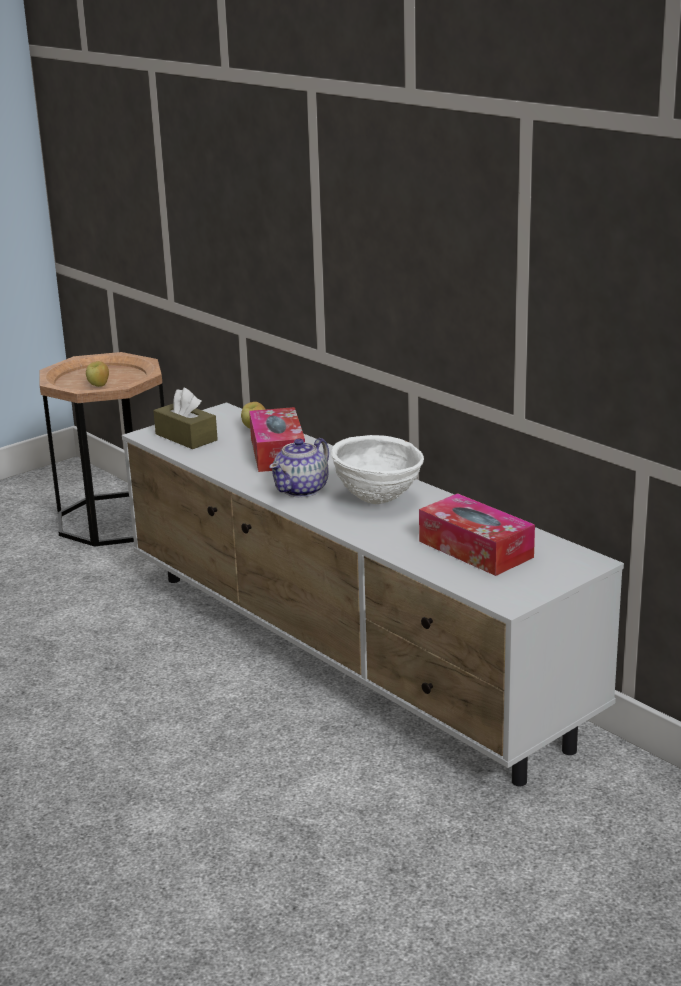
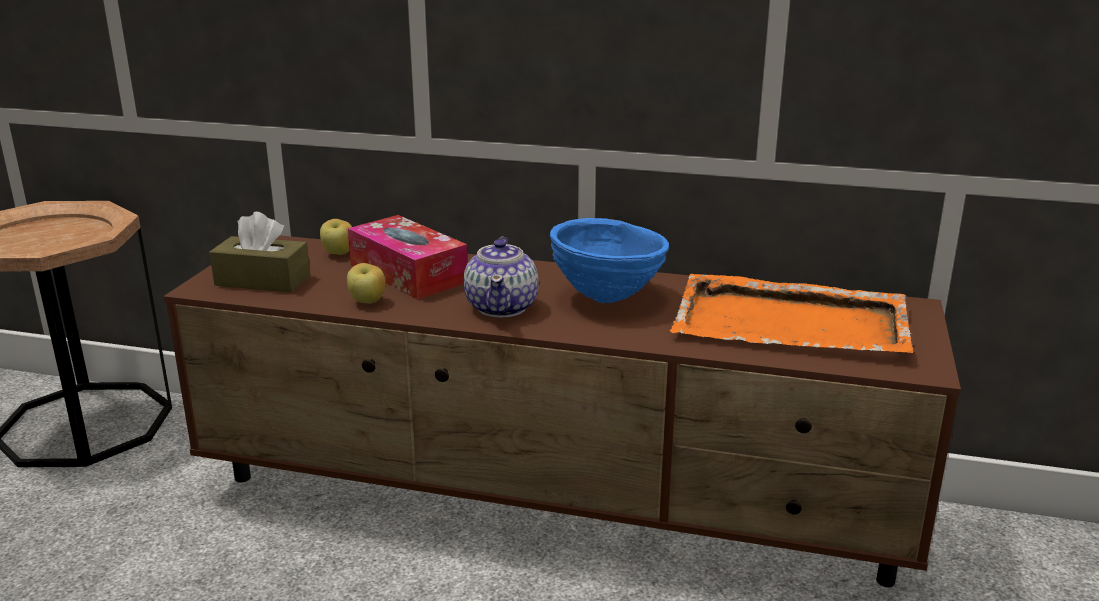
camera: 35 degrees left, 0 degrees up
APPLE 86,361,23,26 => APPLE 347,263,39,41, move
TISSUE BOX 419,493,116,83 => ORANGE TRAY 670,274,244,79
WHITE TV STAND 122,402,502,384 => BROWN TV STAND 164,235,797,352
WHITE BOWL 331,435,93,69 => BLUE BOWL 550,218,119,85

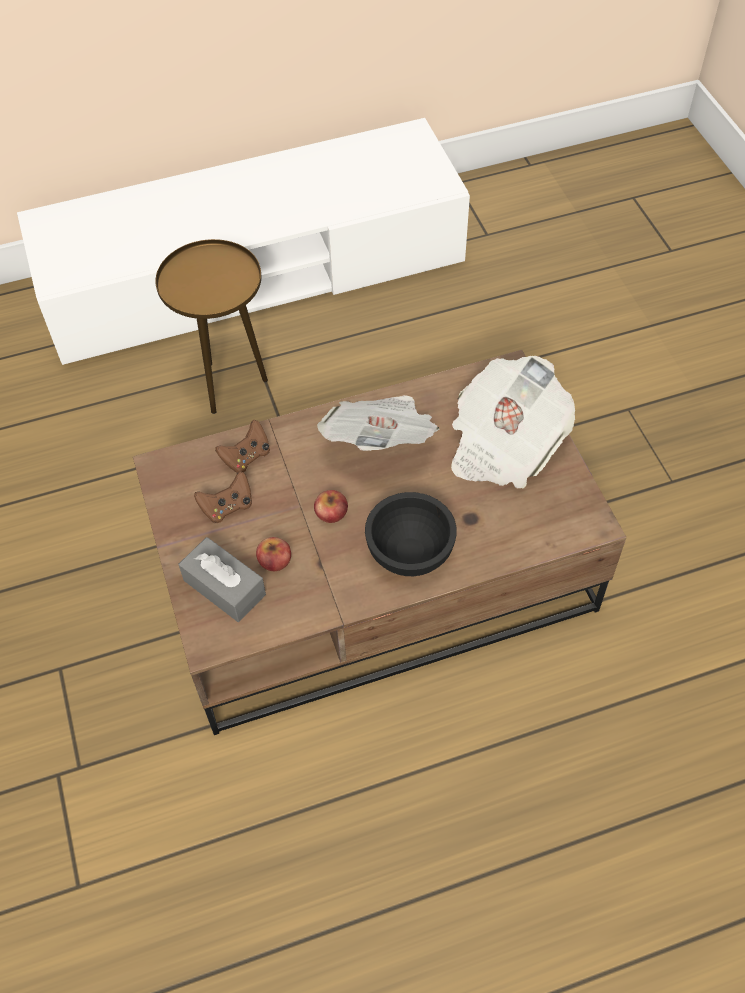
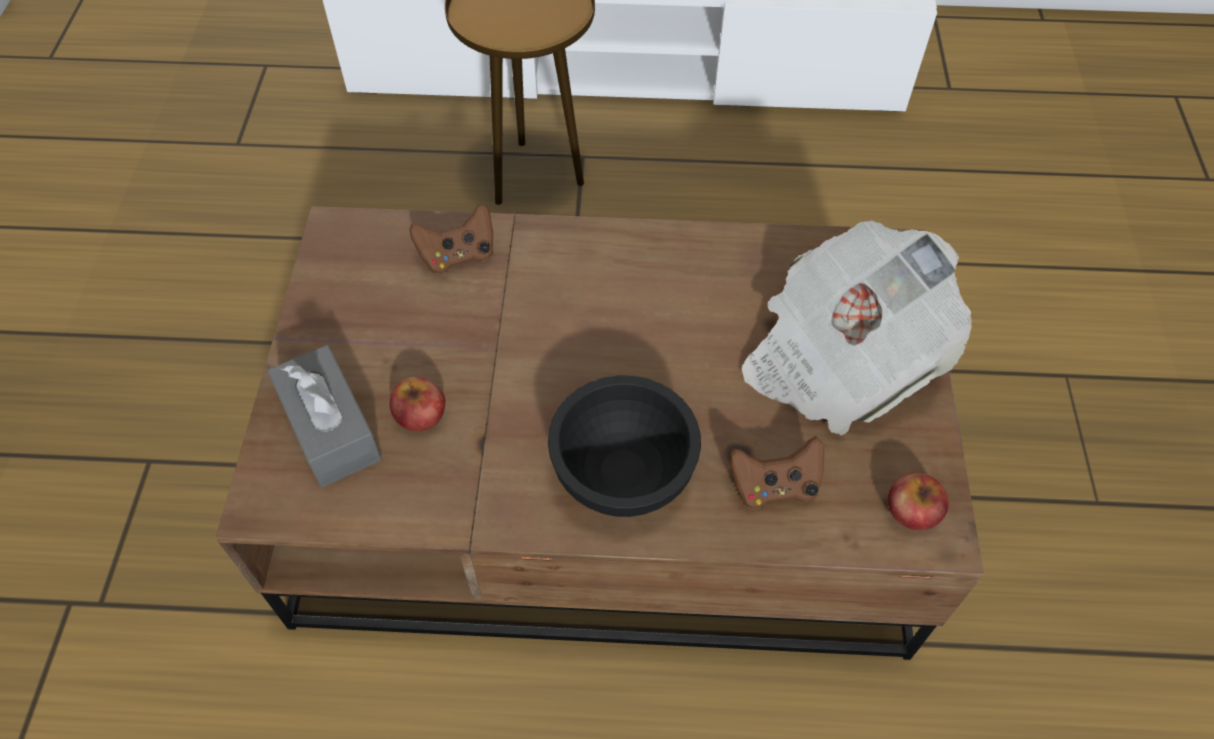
camera: 20 degrees right, 0 degrees up
NEWSPAPER 317,395,122,56 => nothing
BROWN GAME CONTROLLER 194,471,58,52 => BROWN GAME CONTROLLER 729,436,95,74, move
APPLE 314,490,34,33 => APPLE 888,473,61,57, move

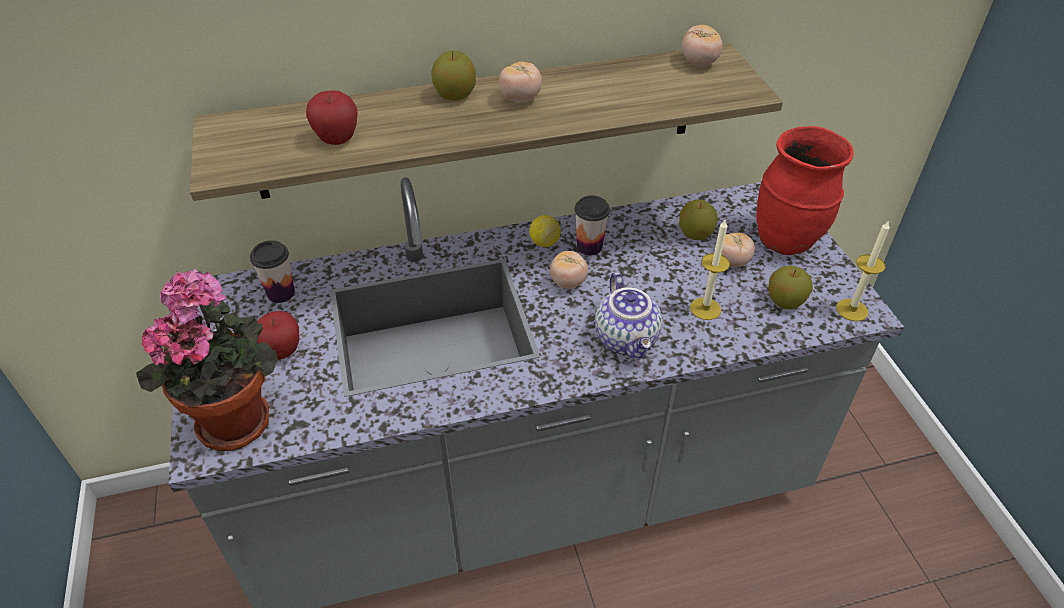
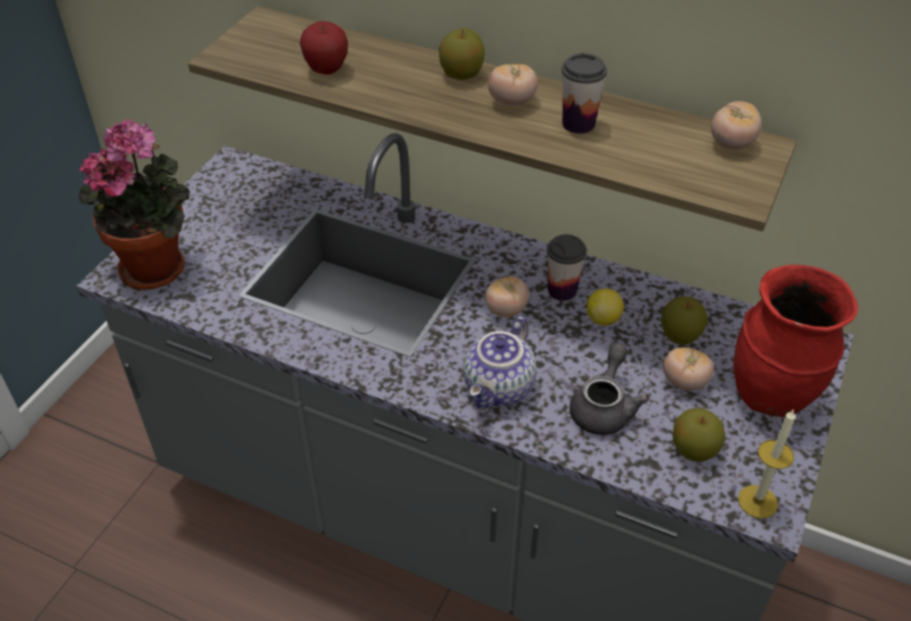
camera: 40 degrees right, 0 degrees up
APPLE 257,311,42,48 => nothing
CUP 250,240,45,63 => CUP 561,53,46,81, move
LEMON 529,215,32,32 => LEMON 587,289,37,37, move
CANDLE 690,220,40,100 => GREY TEAPOT 570,343,79,92

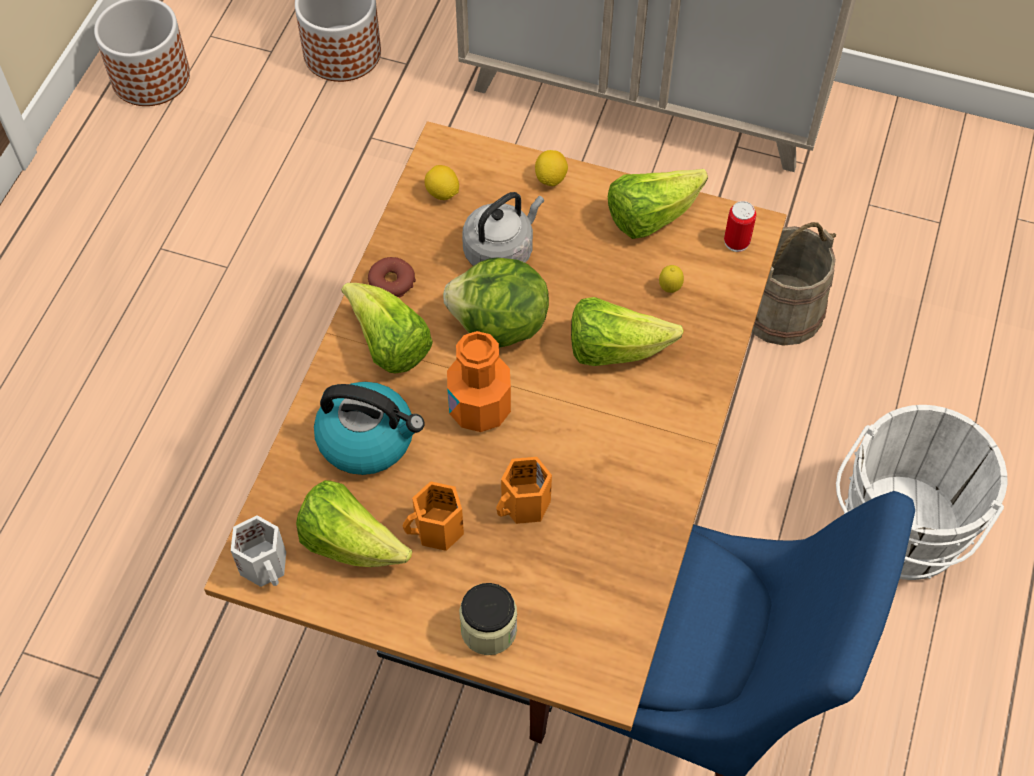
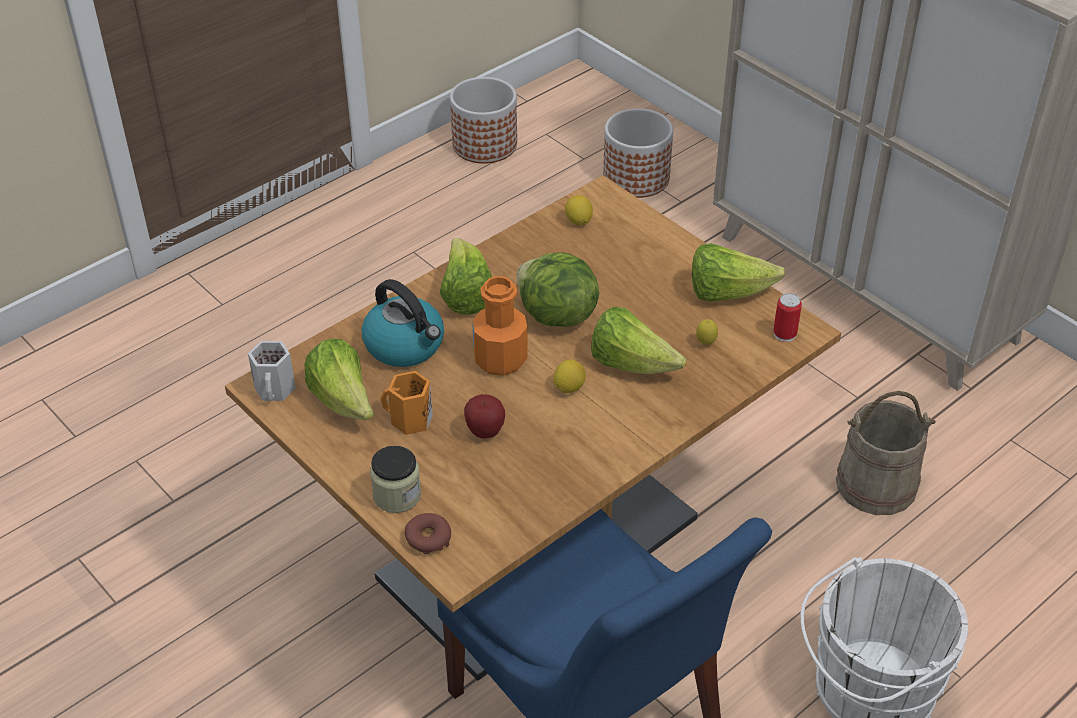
camera: 30 degrees right, 15 degrees down
GREY KETTLE 462,192,82,74 => nothing
DONUT 368,257,48,40 => DONUT 404,513,47,41, move
LEMON 535,150,33,36 => LEMON 553,360,33,33, move
ORANGE MUG 496,457,56,67 => APPLE 464,394,41,44

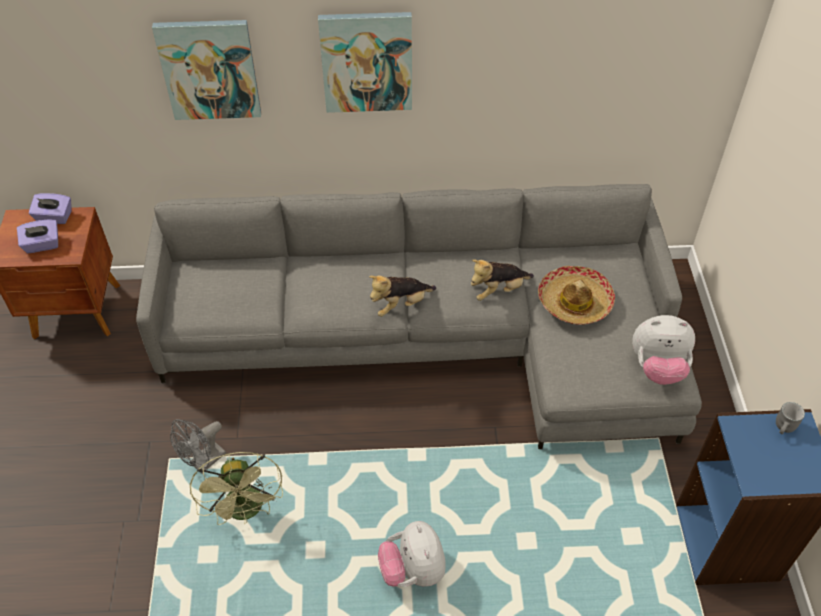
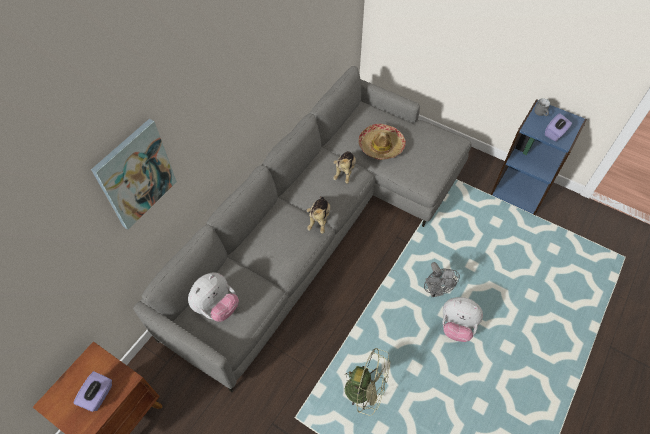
camera: 55 degrees left, 5 degrees up
PICTURE 318,12,94,101 => nothing
PURPLE TISSUE BOX 29,193,43,31 => PURPLE TISSUE BOX 545,113,27,28, move
GREY FAN 170,419,56,55 => GREY FAN 424,262,36,35, move
PLUSH TOY 632,315,63,70 => PLUSH TOY 188,272,51,50, move

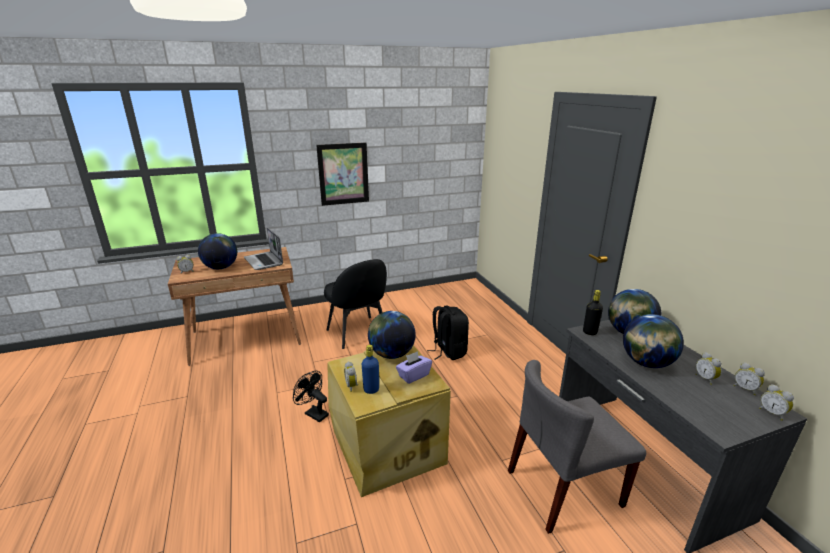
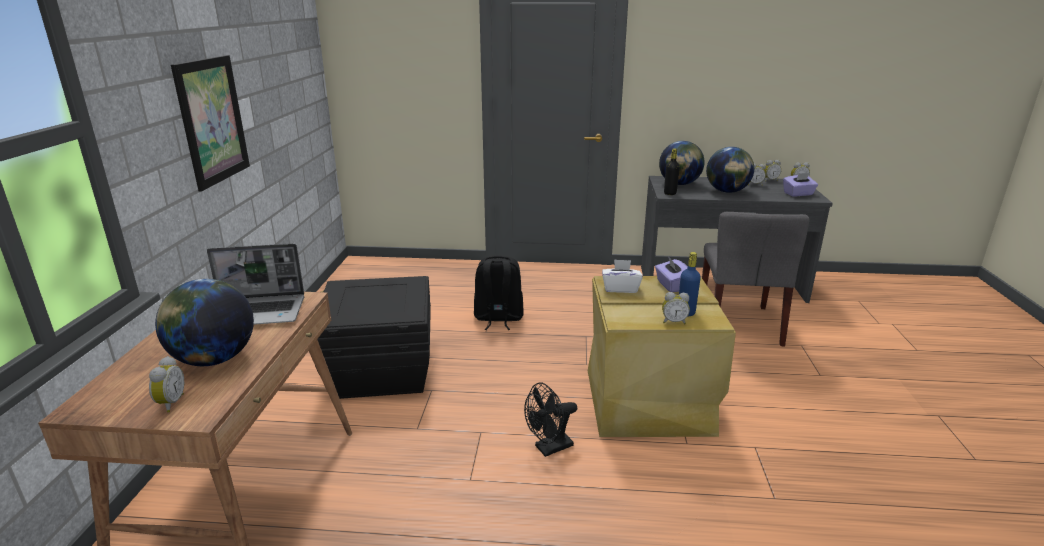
camera: 65 degrees left, 0 degrees up
nothing => PURPLE TISSUE BOX 783,173,35,24
BLACK CHAIR 324,259,63,90 => BLACK STORAGE BOX 315,276,116,123
GLOBE 368,311,48,48 => WHITE TISSUE BOX 602,259,41,34

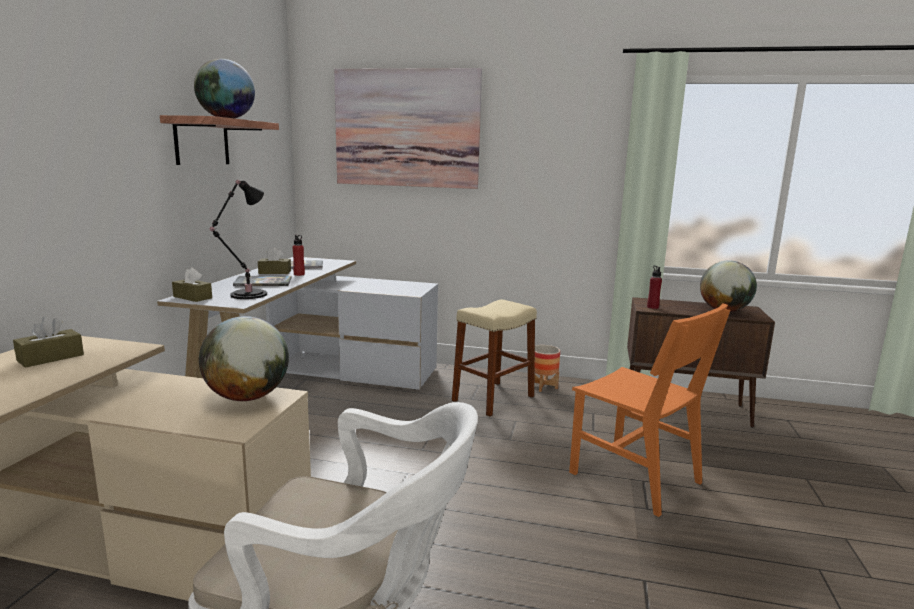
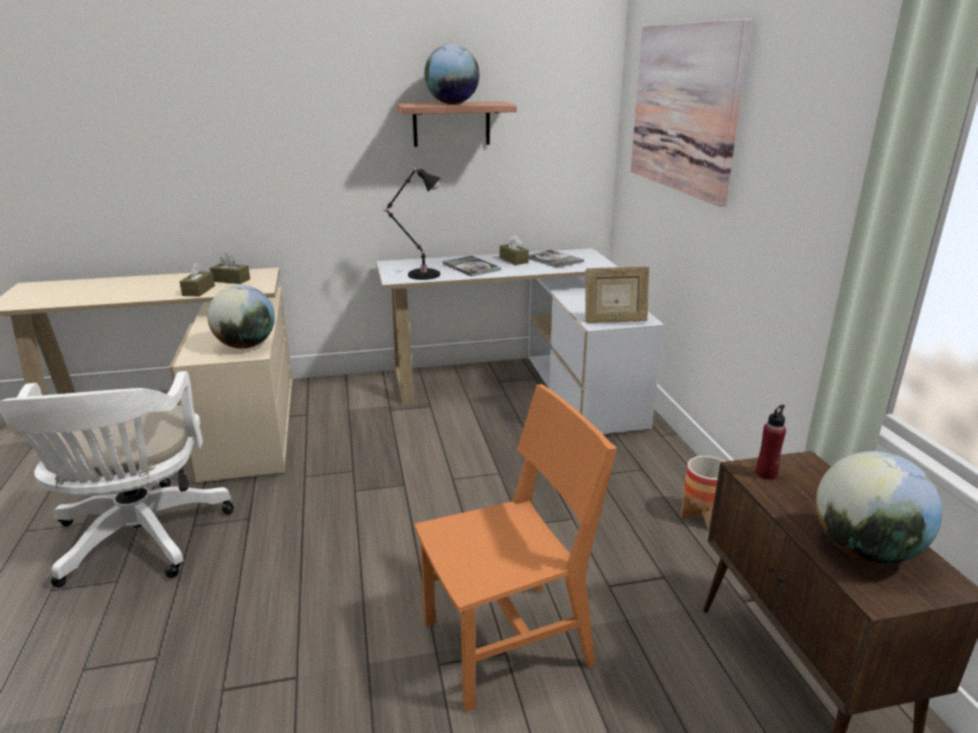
camera: 65 degrees right, 10 degrees up
RED BOTTLE 293,235,12,41 => nothing
BEIGE STOOL 452,300,85,117 => nothing
nothing => PICTURE FRAME 585,266,64,57
BROWN TISSUE BOX 172,267,40,35 => BROWN TISSUE BOX 180,262,35,35, move
ORANGE CHAIR 569,303,161,214 => ORANGE CHAIR 414,384,203,328, 135 degrees counterclockwise

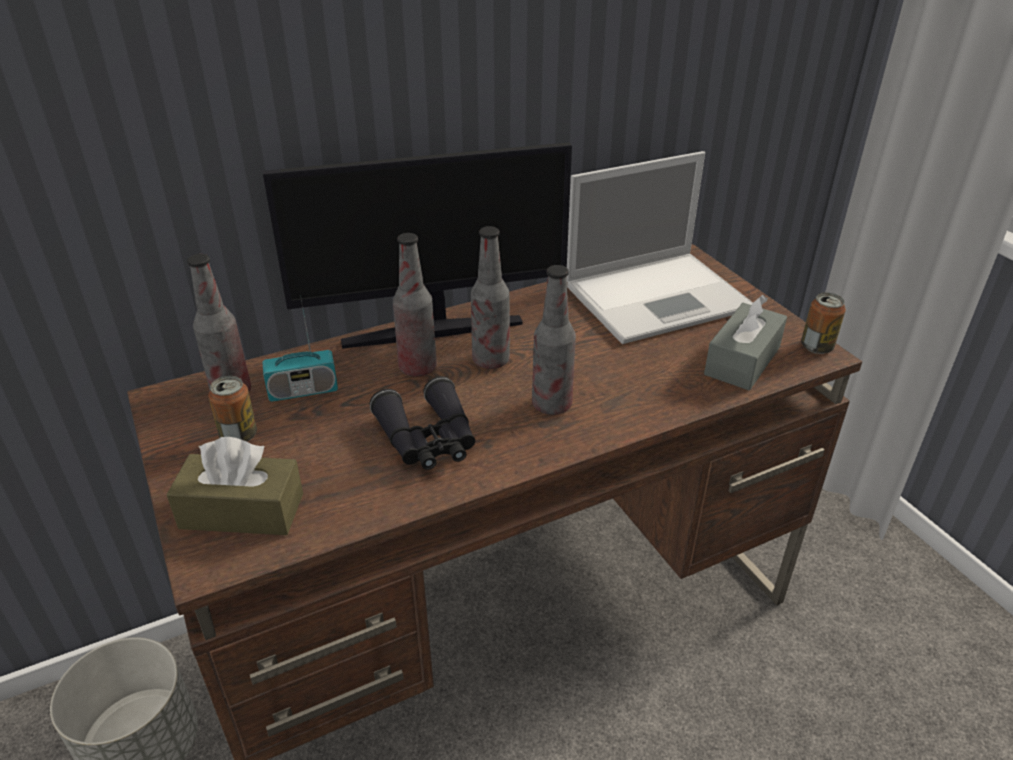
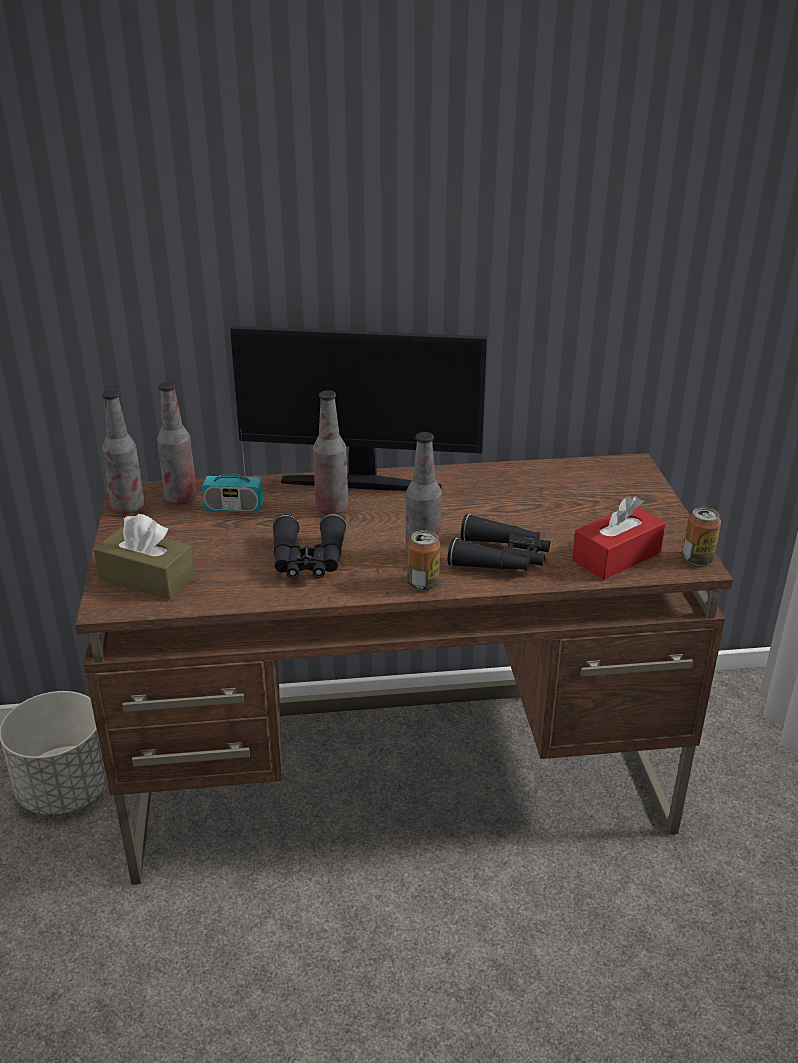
camera: 20 degrees right, 5 degrees down
LAPTOP 567,151,186,193 => nothing
nothing => BLACK BINOCULARS 448,514,102,57
CAN 208,376,49,66 => CAN 407,530,34,61, move
BOTTLE 471,226,39,143 => BOTTLE 102,390,43,124, move
GREY TISSUE BOX 704,295,83,95 => RED TISSUE BOX 572,496,93,84

